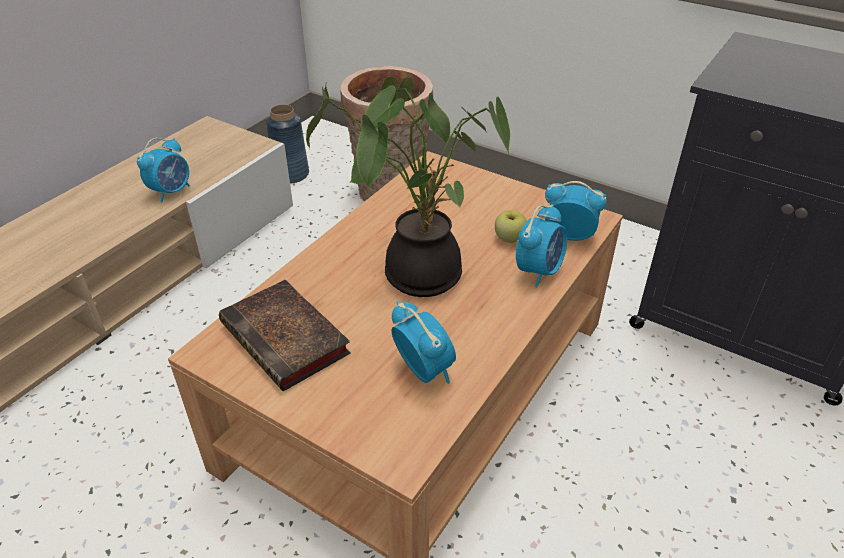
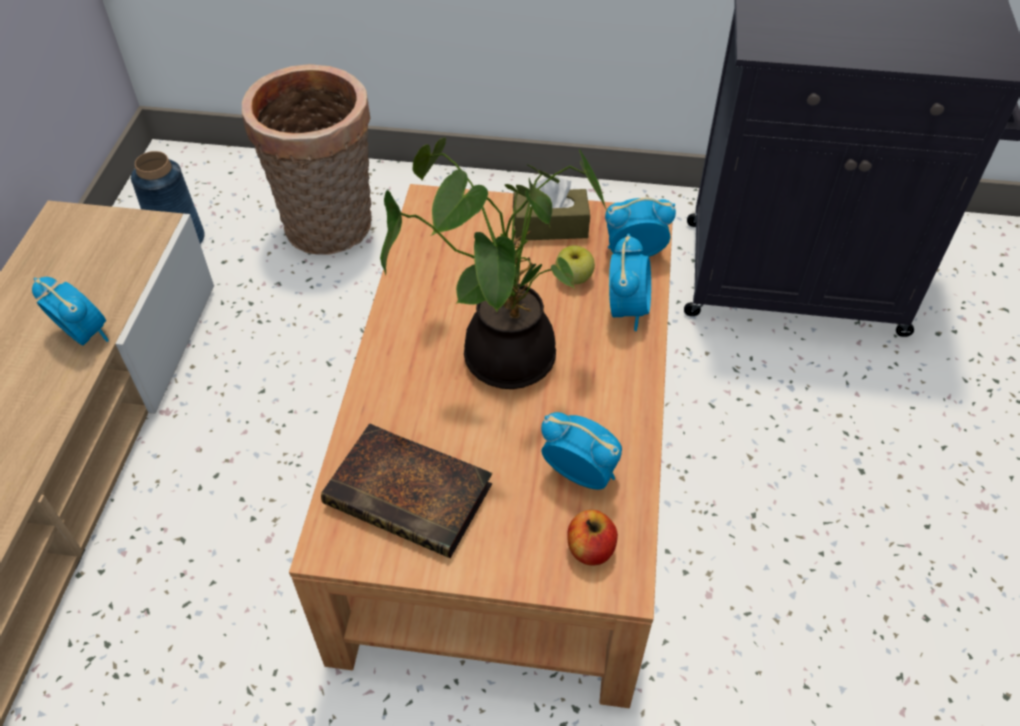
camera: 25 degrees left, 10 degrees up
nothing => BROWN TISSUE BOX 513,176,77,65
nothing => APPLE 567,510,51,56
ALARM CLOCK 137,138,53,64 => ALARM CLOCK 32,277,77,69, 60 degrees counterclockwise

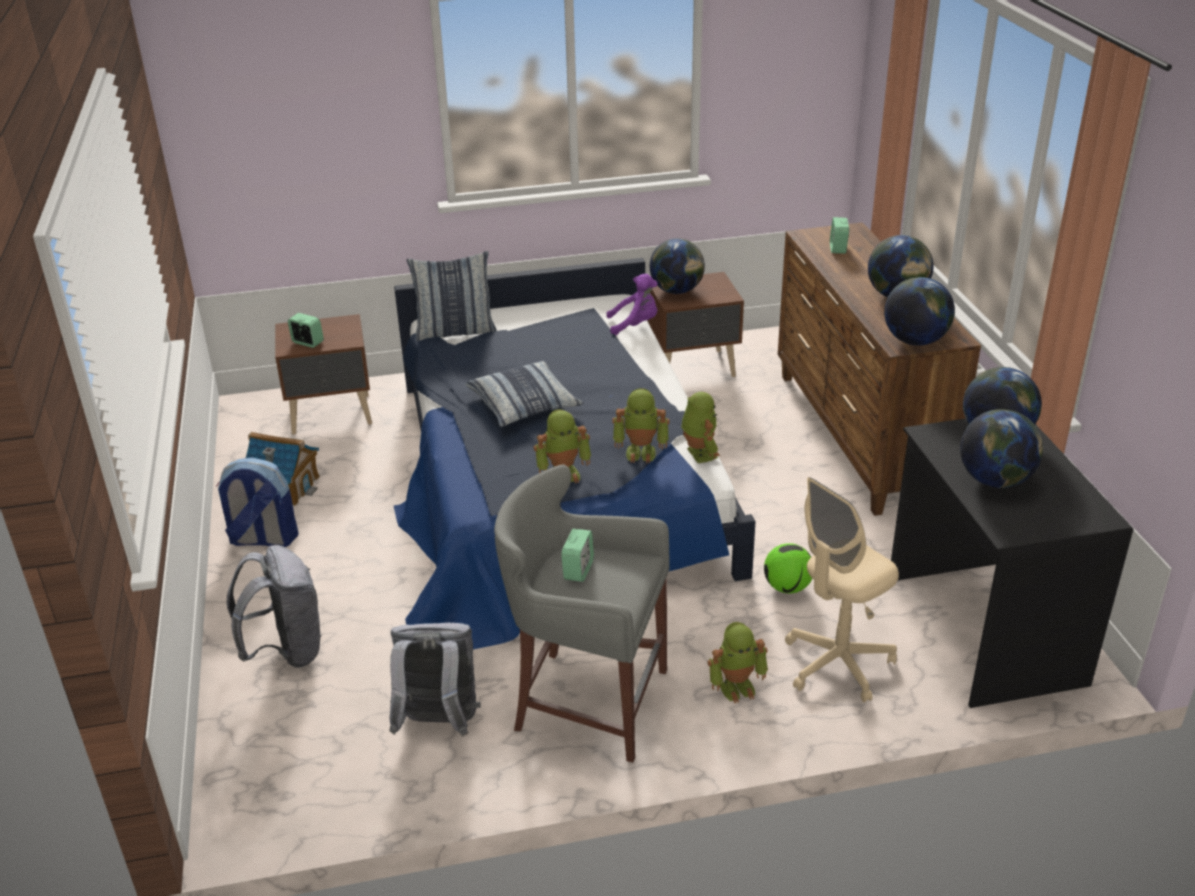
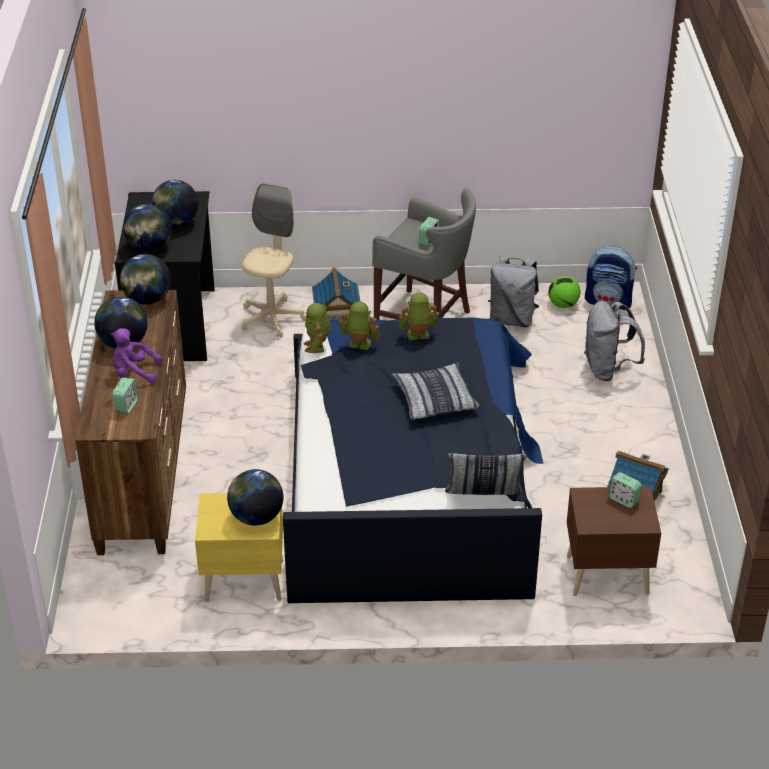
camera: 170 degrees left, 5 degrees up
BACKPACK 216,457,82,90 => BACKPACK 585,246,52,64, move
PURPLE PLUSH TOY 606,274,52,62 => PURPLE PLUSH TOY 111,328,51,55, move
FOOTBALL 764,543,48,50 => FOOTBALL 548,276,33,32, move
TOY ROBOT 707,622,61,81 => TOY HOUSE 312,268,49,52
BROWN NIGHTSTAND 647,272,97,105 => YELLOW NIGHTSTAND 195,493,88,109
BEIGE OFFICE CHAIR 785,477,114,225 => BEIGE OFFICE CHAIR 241,183,66,155, 45 degrees counterclockwise

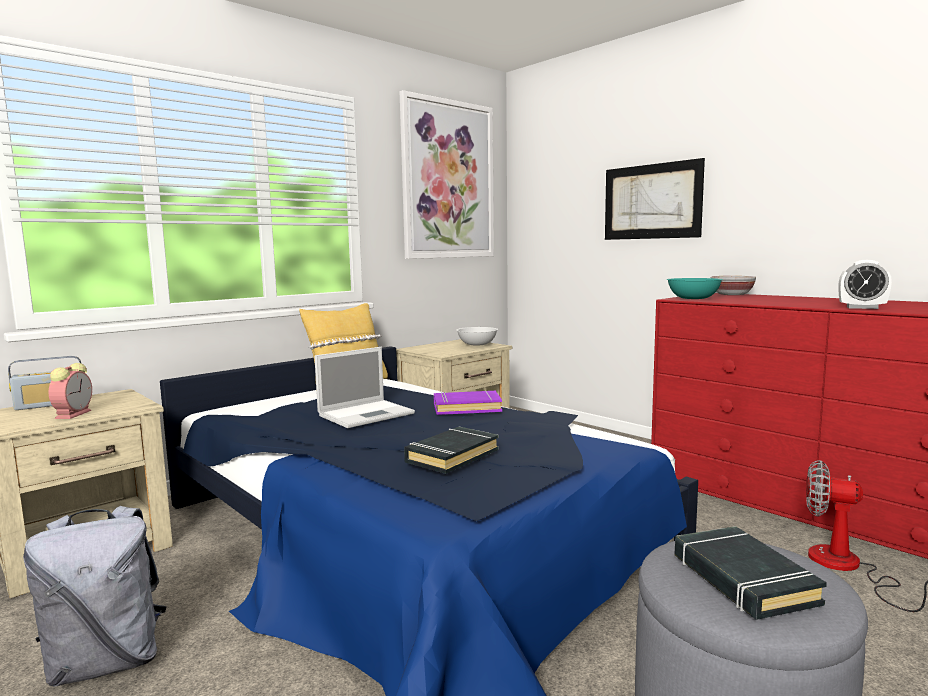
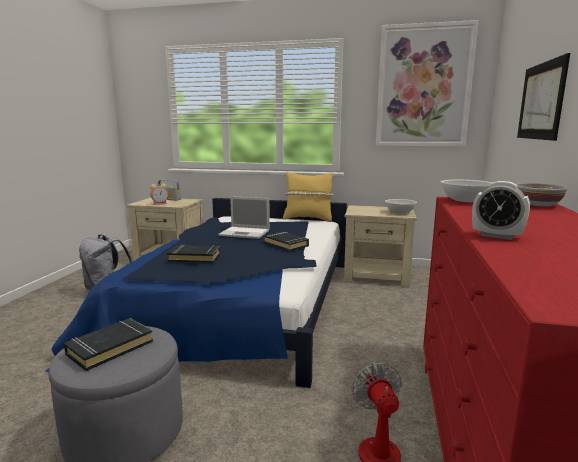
camera: 55 degrees right, 5 degrees up
PURPLE BOOK 434,390,68,25 => BLACK BOOK 264,231,45,20
TURQUOISE BOWL 667,278,56,21 => WHITE BOWL 441,180,51,22
ALARM CLOCK 838,260,54,49 => ALARM CLOCK 472,181,58,59, 45 degrees counterclockwise

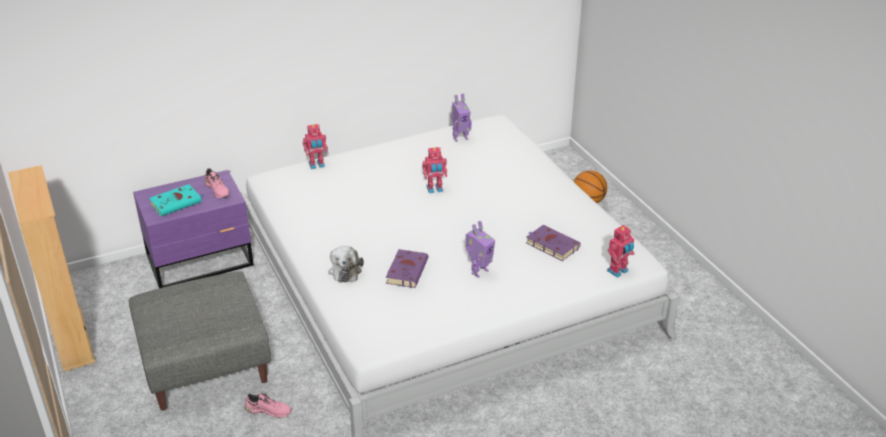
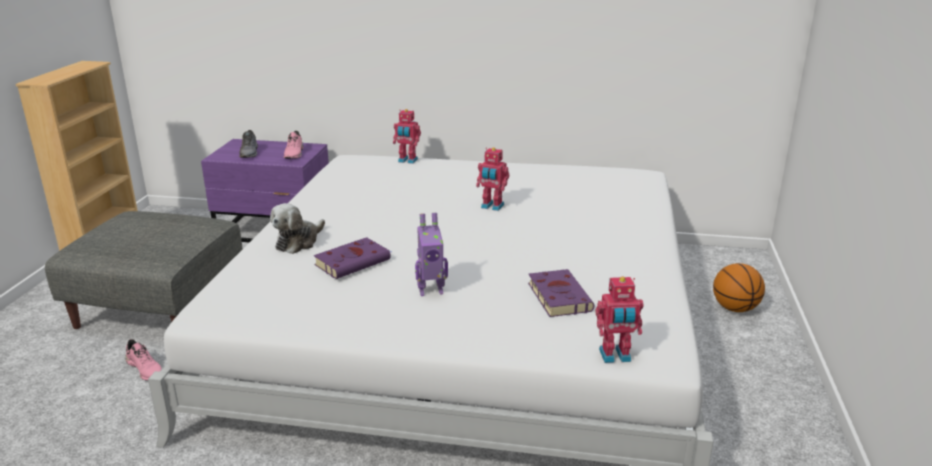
camera: 35 degrees right, 10 degrees down
TOY ROBOT 451,94,20,48 => nothing
TURQUOISE BOOK 149,184,57,32 => GREY SHOE 239,130,19,28

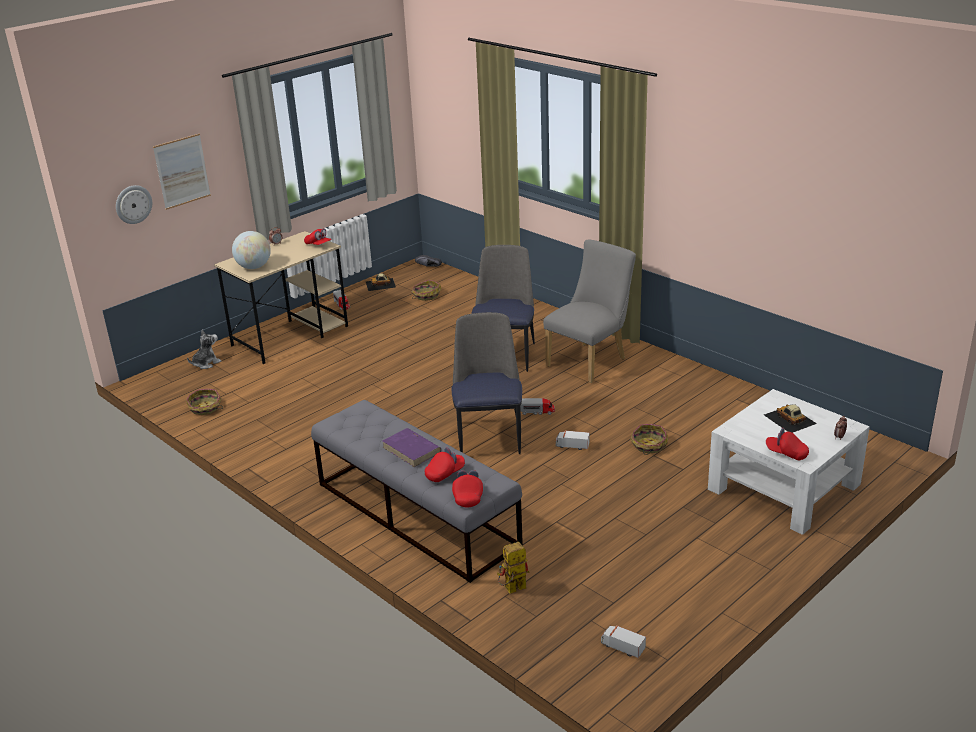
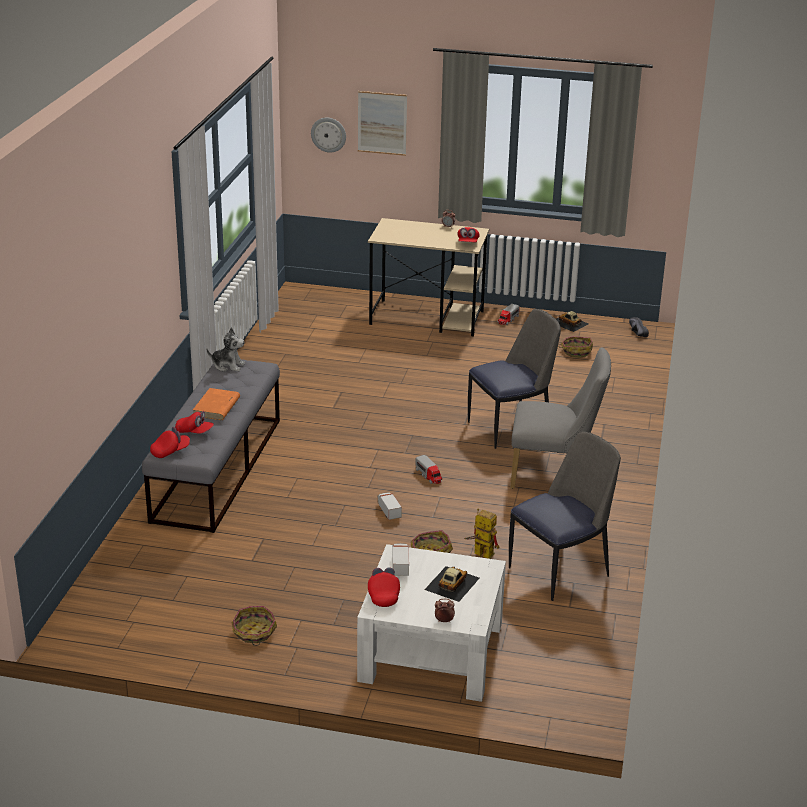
camera: 55 degrees right, 0 degrees up
GLOBE 232,231,39,38 => nothing
BASKET 186,389,37,26 => BASKET 232,606,45,40, move
PLUSH TOY 187,330,34,39 => PLUSH TOY 207,328,38,44, move
CHAIR 451,312,71,142 => CHAIR 509,432,112,169, move
TOY ROBOT 497,542,32,51 => TOY ROBOT 464,509,35,50, move
TOY TRUCK 601,625,45,33 => TOY TRUCK 392,543,17,33, move
PURPLE BOOK 383,428,58,39 => ORANGE BOOK 193,388,47,32

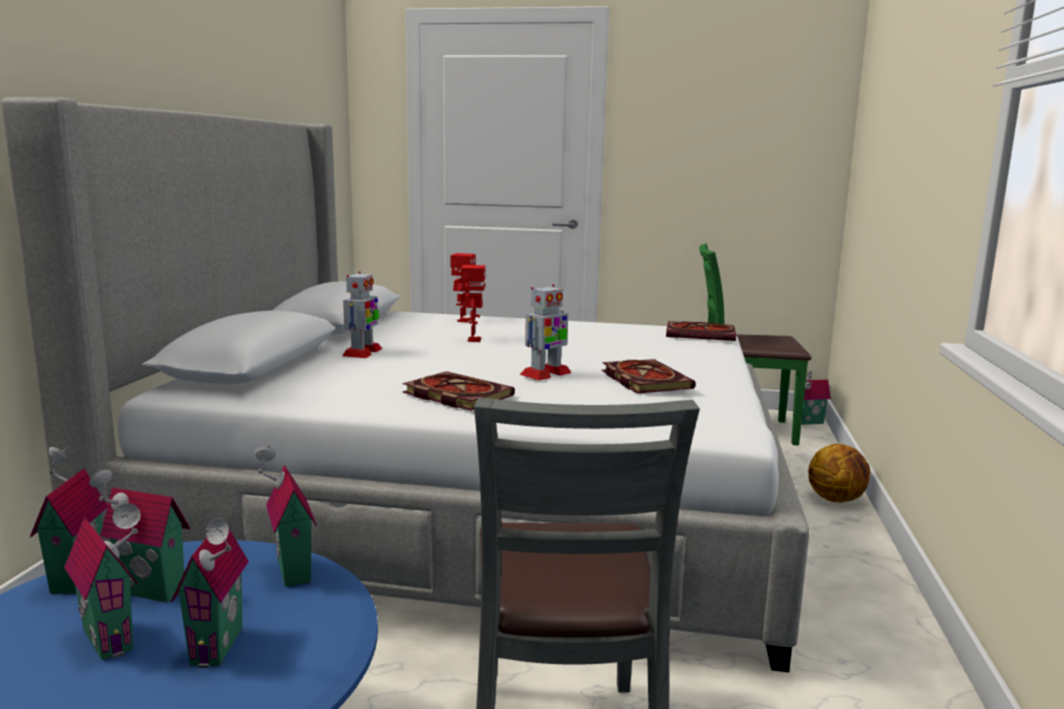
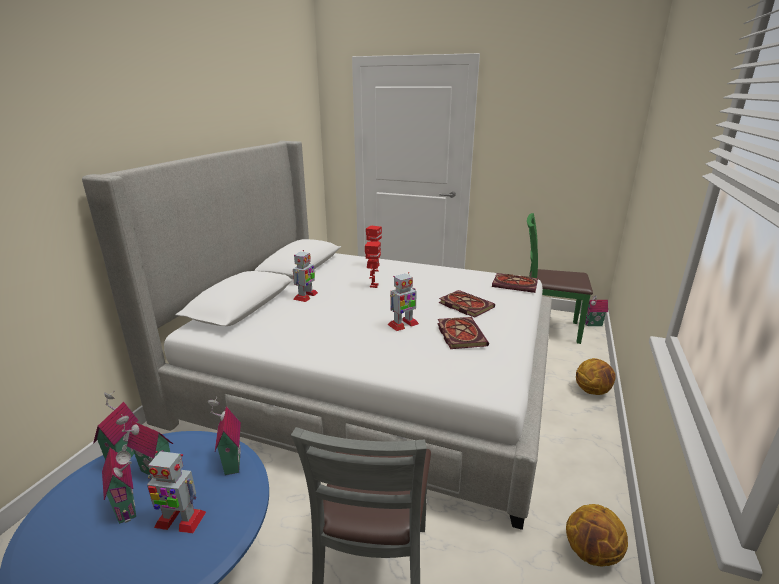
camera: 10 degrees right, 10 degrees up
nothing => BASKETBALL 566,504,62,62
BOOK 402,371,113,40 => BOOK 438,290,57,28, move
TOY HOUSE 171,518,78,150 => TOY ROBOT 147,451,59,82

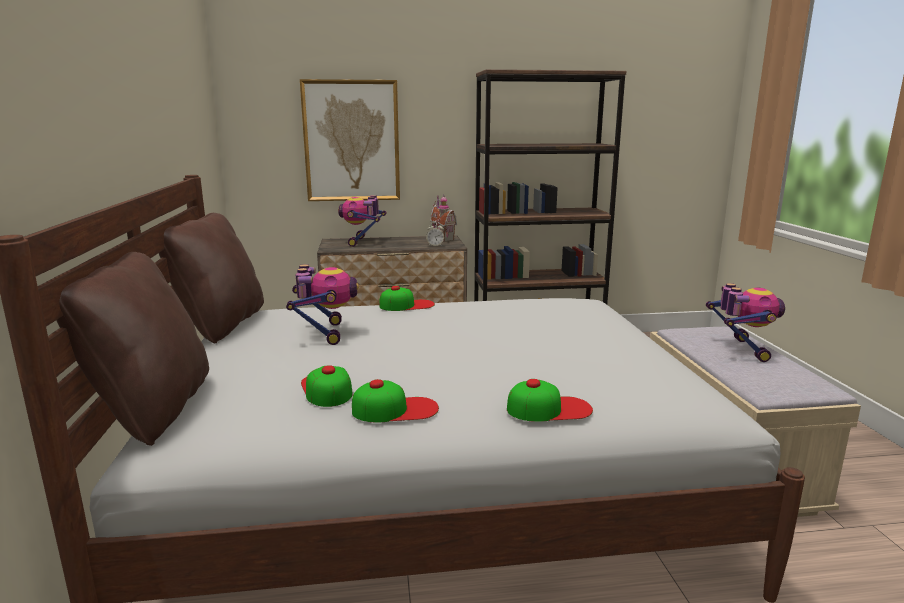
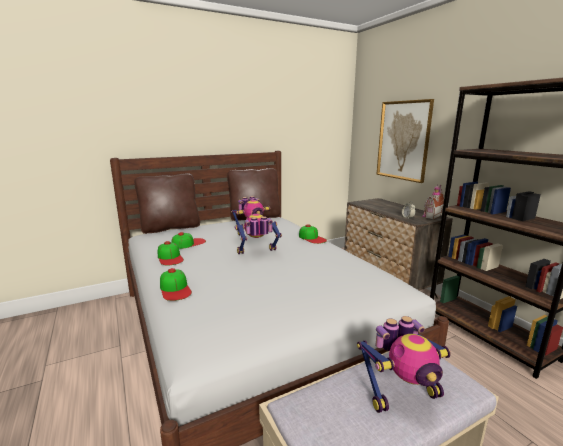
camera: 70 degrees right, 0 degrees up
TOY ROBOT 338,195,49,52 => TOY ROBOT 235,214,47,40, move

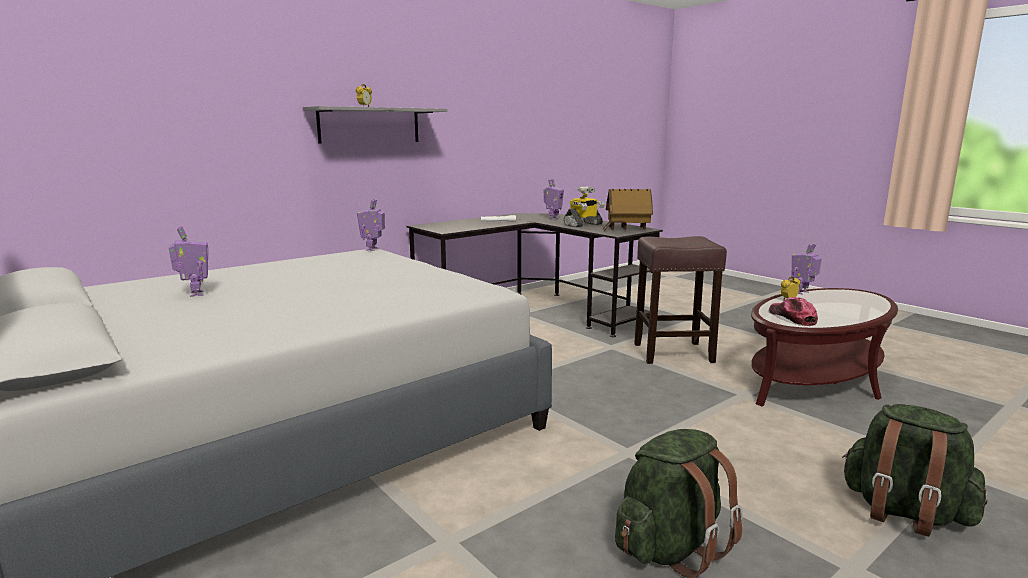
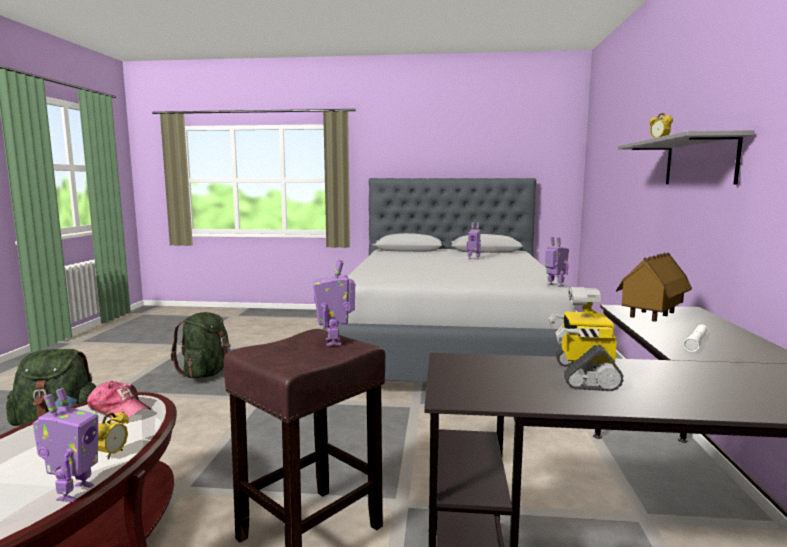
camera: 135 degrees right, 5 degrees down
TOY ROBOT 544,179,20,40 => TOY ROBOT 313,259,42,87, move
TOY HOUSE 603,189,50,42 => TOY HOUSE 616,253,76,69, move

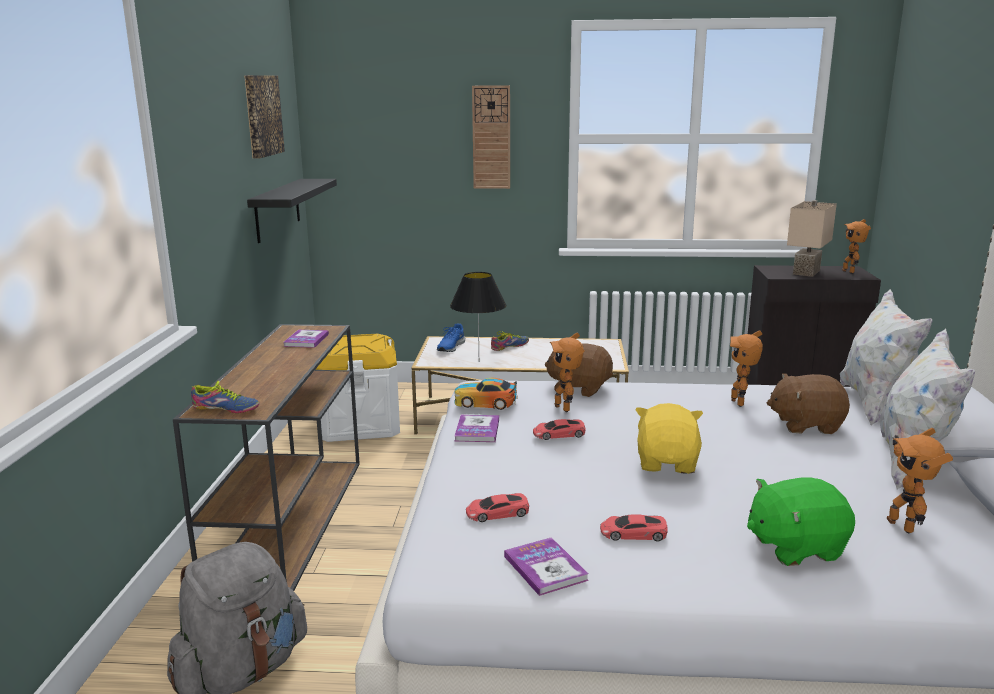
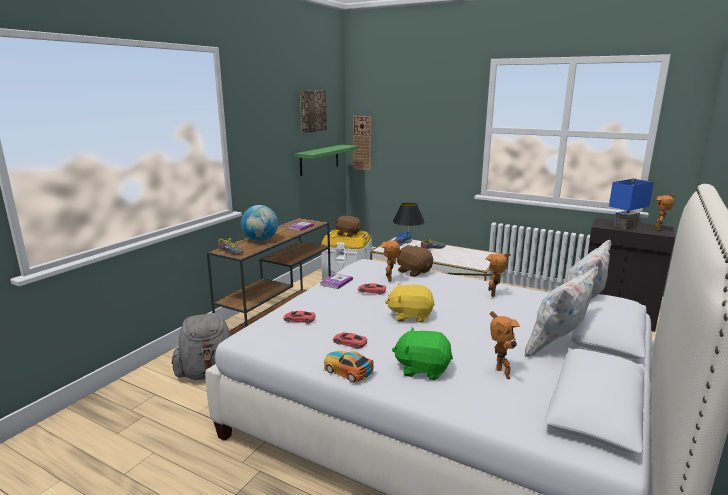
camera: 25 degrees right, 0 degrees up
BOOK 504,537,85,59 => nothing
nothing => GLOBE 241,205,37,36
TOY CAR 454,378,64,32 => TOY CAR 324,351,50,32, move
WALL CLOCK 472,85,38,104 => WALL CLOCK 353,116,18,54, move
BROWN PLUSH TOY 767,373,83,61 => BROWN PLUSH TOY 335,216,26,21, move
BLACK SHELF 247,179,90,64 => GREEN SHELF 294,145,64,31
BEIGE TABLE LAMP 787,200,50,77 => BLUE TABLE LAMP 609,178,45,51
YELLOW PLUSH TOY 635,403,68,71 => YELLOW PLUSH TOY 385,283,50,40, 120 degrees counterclockwise
TOY ROBOT 887,428,66,105 => TOY ROBOT 490,311,30,68, 150 degrees clockwise

